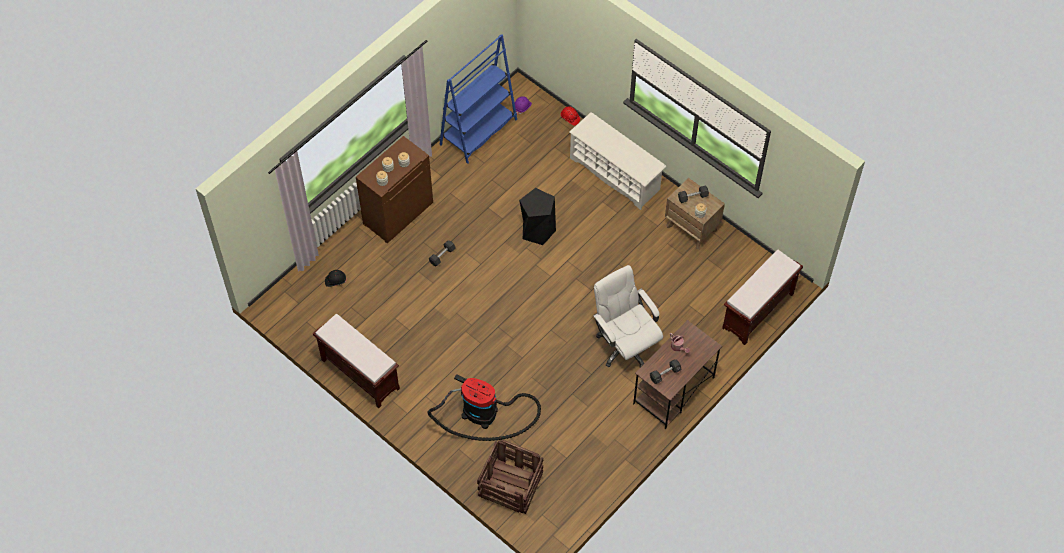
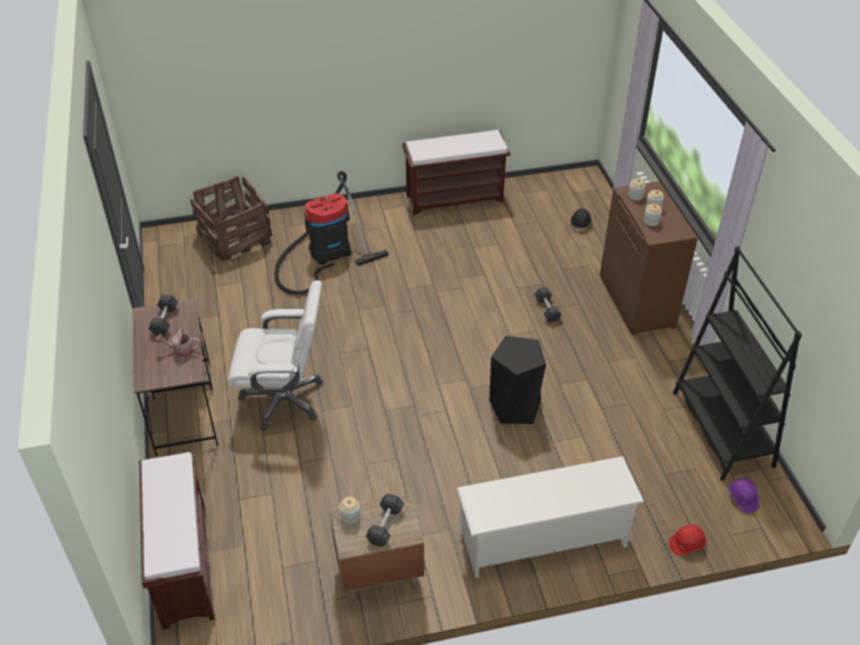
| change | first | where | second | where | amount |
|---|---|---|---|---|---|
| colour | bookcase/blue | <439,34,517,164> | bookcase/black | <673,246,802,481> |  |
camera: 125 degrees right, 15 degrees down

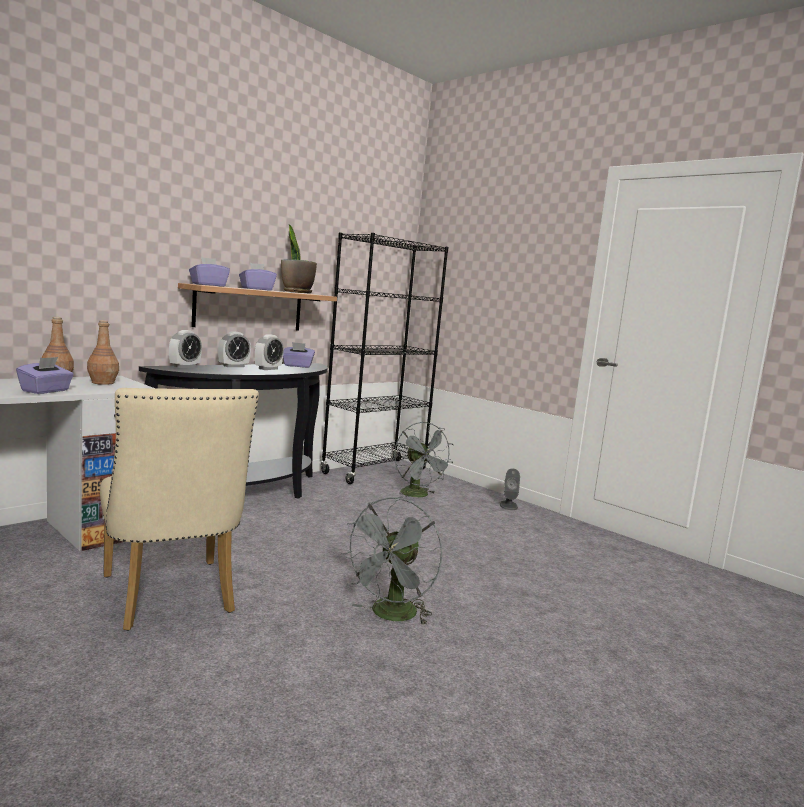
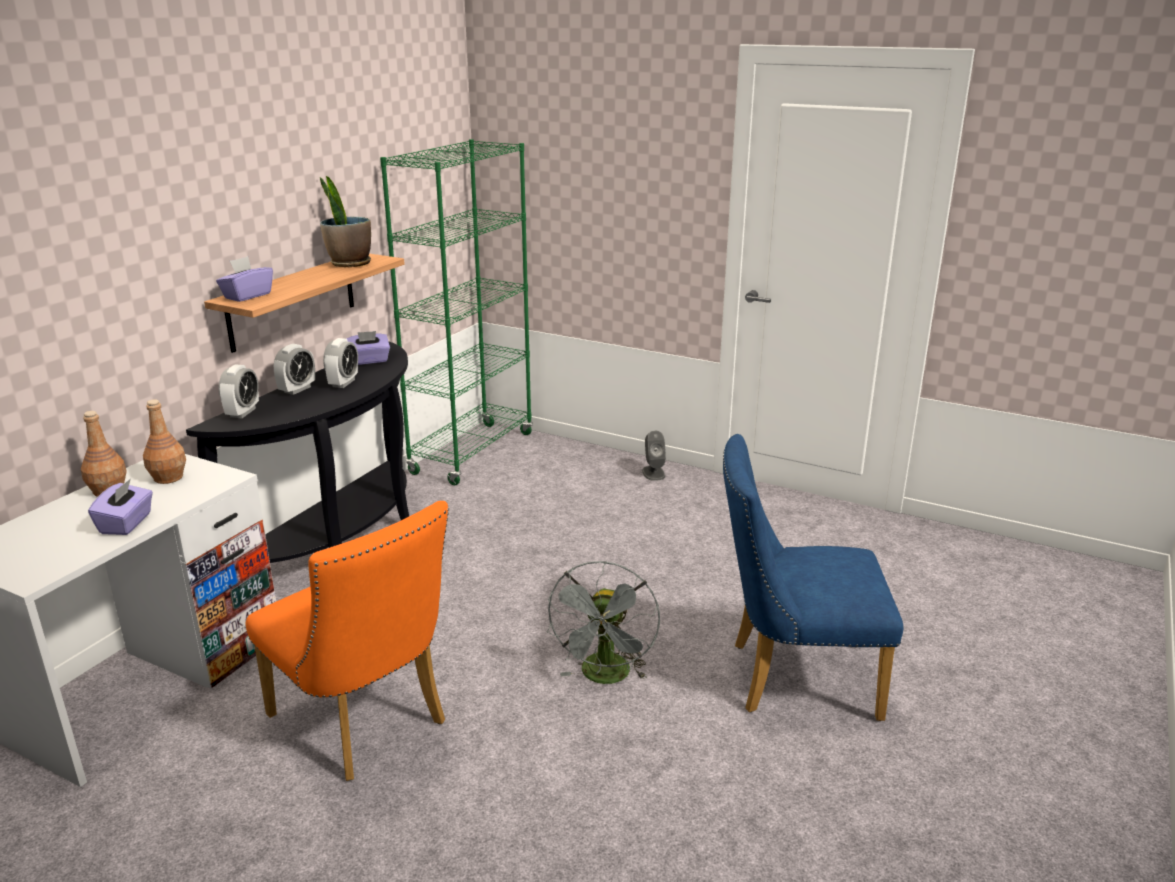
| change | first | where | second | where | amount |
|---|---|---|---|---|---|
| colour | chair/beige | <100,388,259,631> | chair/orange | <246,501,449,781> |  |
| colour | bookcase/black | <321,233,448,484> | bookcase/green | <380,139,533,485> |  |
| appeared |  |  | chair/blue | <723,434,903,721> |  |
| missing | tissue box/purple | <239,263,277,290> |  |  |  |
| missing | fan/grey | <394,422,454,498> |  |  |  |
camera: 15 degrees left, 15 degrees up

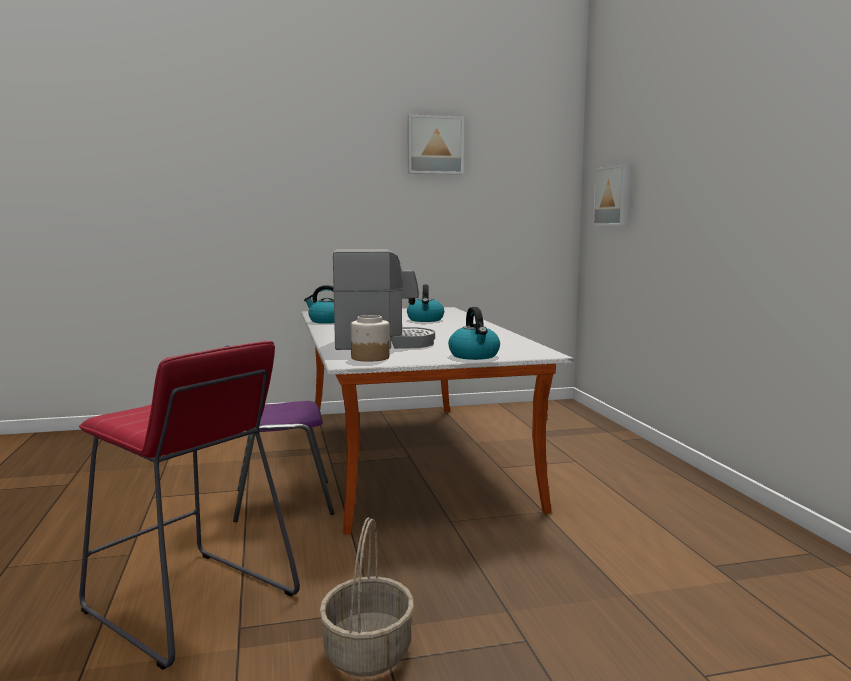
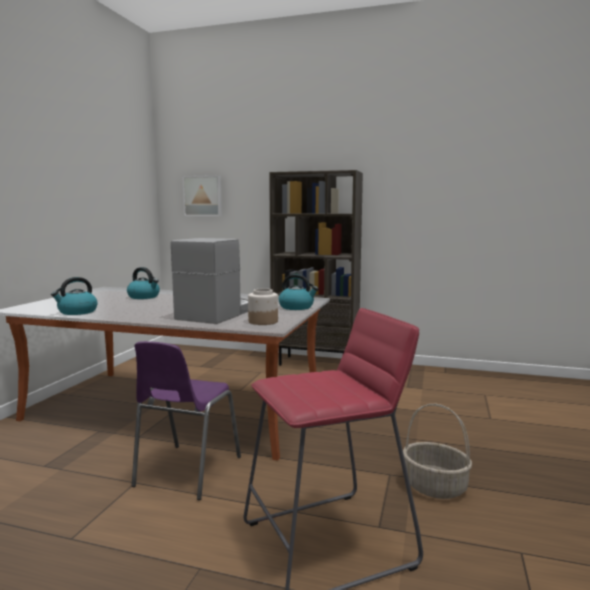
| change | first | where | second | where | amount |
|---|---|---|---|---|---|
| appeared |  |  | bookcase/brown | <269,170,363,366> |  |
| missing | picture | <408,115,464,174> |  |  |  |
camera: 60 degrees left, 0 degrees up

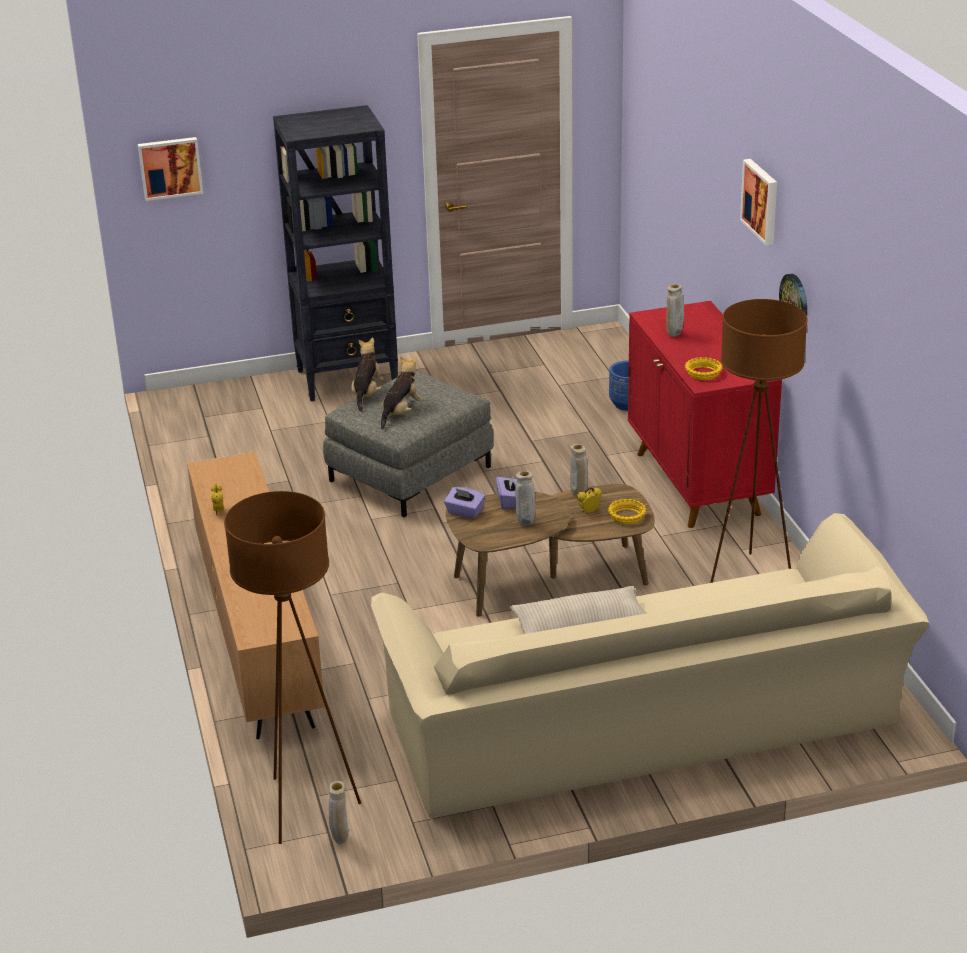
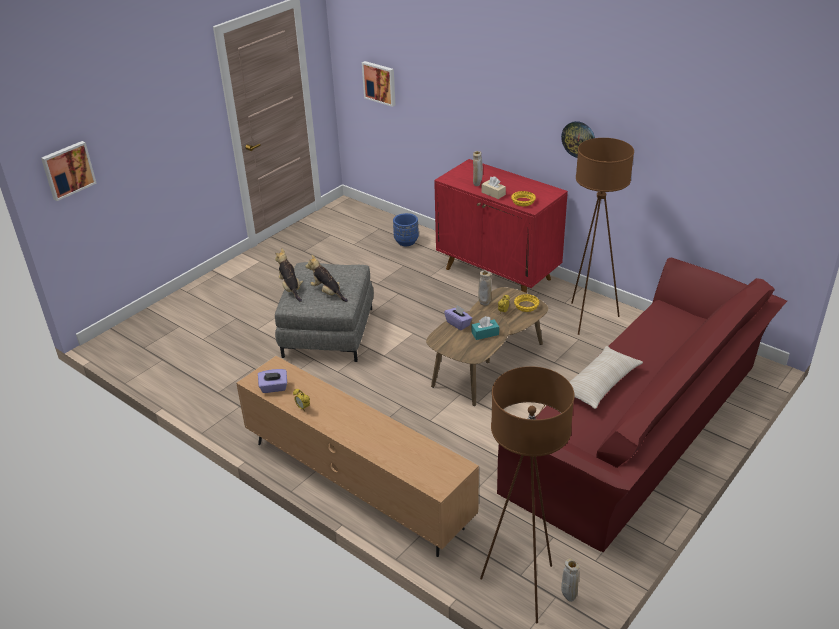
| change | first | where | second | where | amount |
|---|---|---|---|---|---|
| relocated | tissue box/purple | <444,487,485,519> |  | <258,369,287,393> |  |
| spun | plush toy | <381,357,423,429> |  | <305,255,348,302> | 45 degrees counterclockwise |
| relocated | picture | <740,159,777,245> |  | <362,61,395,107> |  |
| exchanged | vase/beige | <515,471,536,525> | tissue box/turquoise | <472,316,499,340> |  |
| appeared |  |  | tissue box/beige | <481,176,506,199> |  |
| colour | sofa/beige | <371,513,929,819> | sofa/red | <497,257,787,552> |  |
| missing | bookcase/black | <273,105,398,401> |  |  |  |
camera: 35 degrees left, 5 degrees up

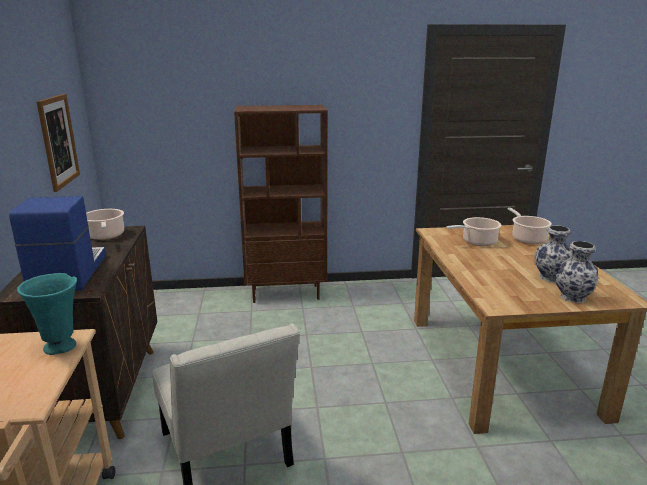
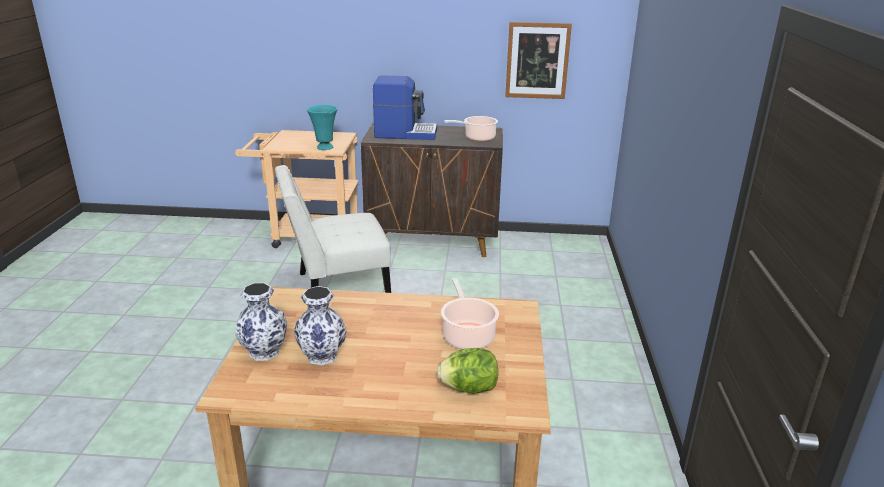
| change | first | where | second | where | amount |
|---|---|---|---|---|---|
| exchanged | cooking pot | <508,208,552,244> | lettuce | <437,348,498,394> |  |
| missing | bookcase/brown | <234,105,328,303> |  |  |  |
camera: 100 degrees right, 5 degrees up

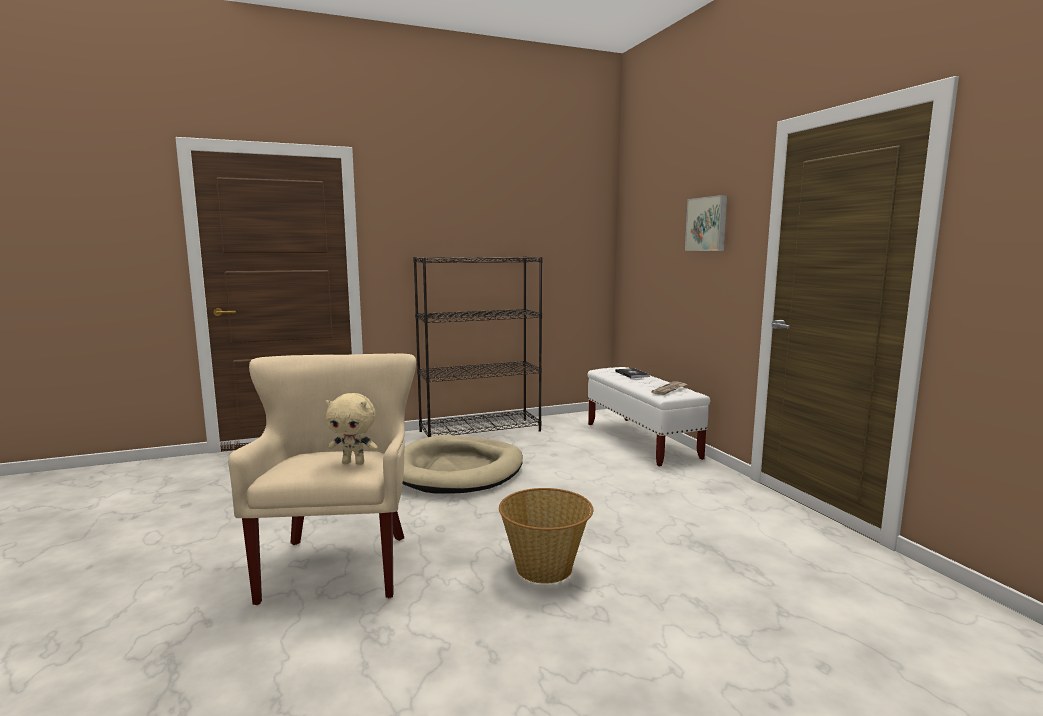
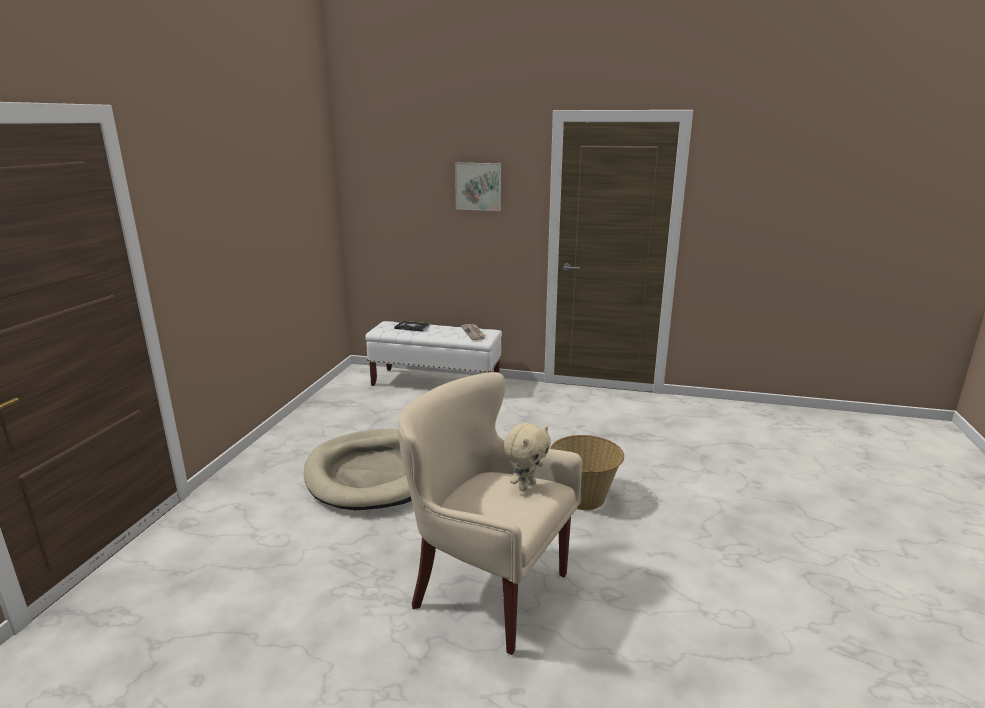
| change | first | where | second | where | amount |
|---|---|---|---|---|---|
| missing | bookcase/black | <413,256,543,437> |  |  |  |
camera: 55 degrees left, 10 degrees up

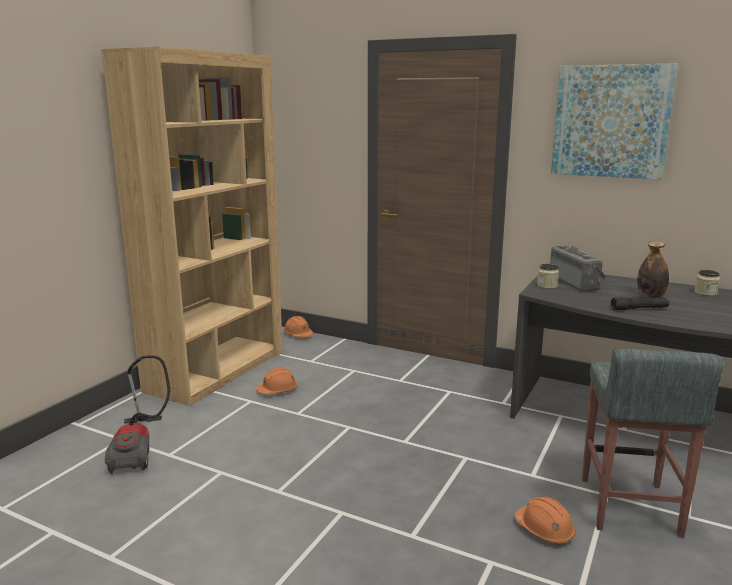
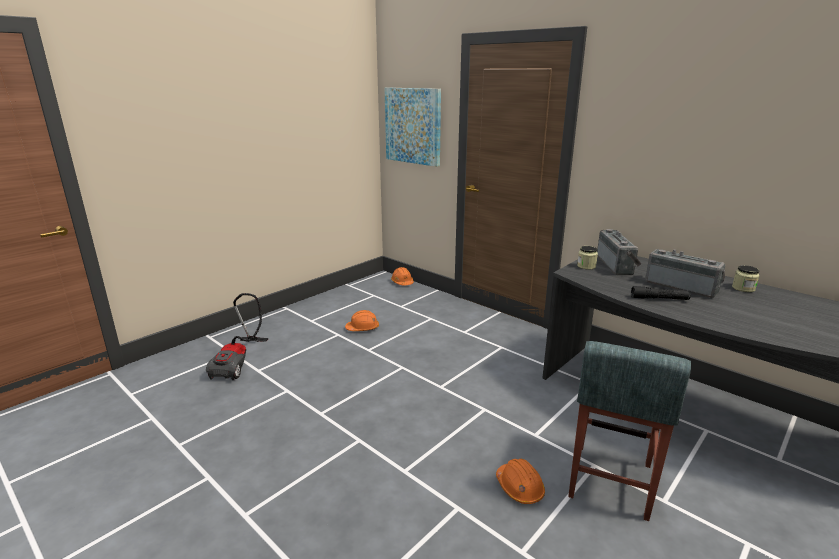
| change | first | where | second | where | amount |
|---|---|---|---|---|---|
| relocated | picture | <551,63,678,180> |  | <385,88,441,167> |  |
| exchanged | bottle | <637,241,669,298> | radio | <645,249,725,298> |  |
| missing | bookcase/brown | <101,46,283,406> |  |  |  |
camera: 15 degrees right, 5 degrees up

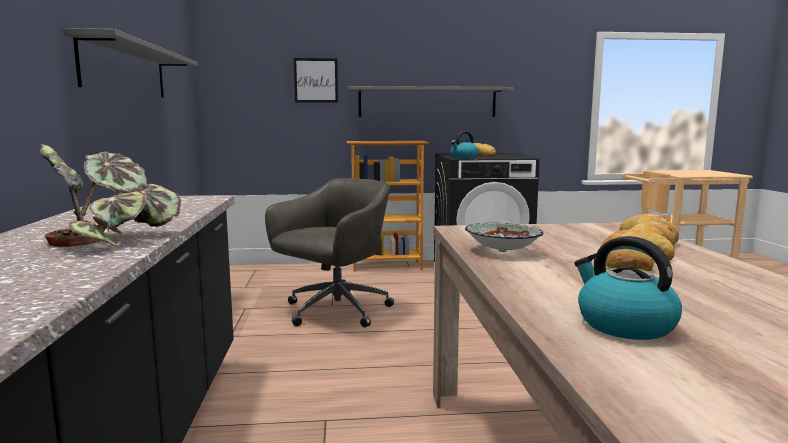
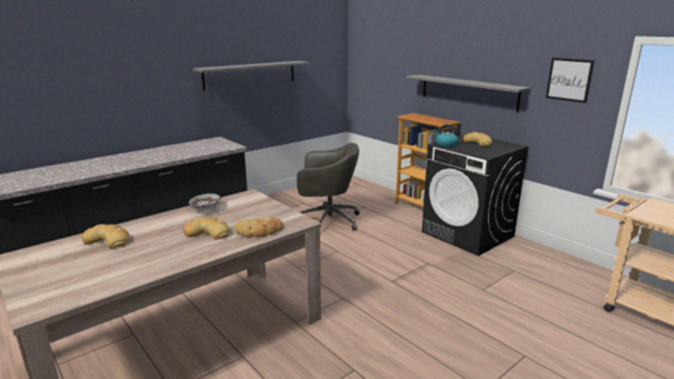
| change | first | where | second | where | amount |
|---|---|---|---|---|---|
| exchanged | kettle | <575,236,682,340> | bread | <82,224,129,248> |  |
| relocated | picture | <294,58,338,103> |  | <546,58,594,103> |  |
| missing | potted plant | <40,144,181,247> |  |  |  |
camera: 55 degrees right, 10 degrees up

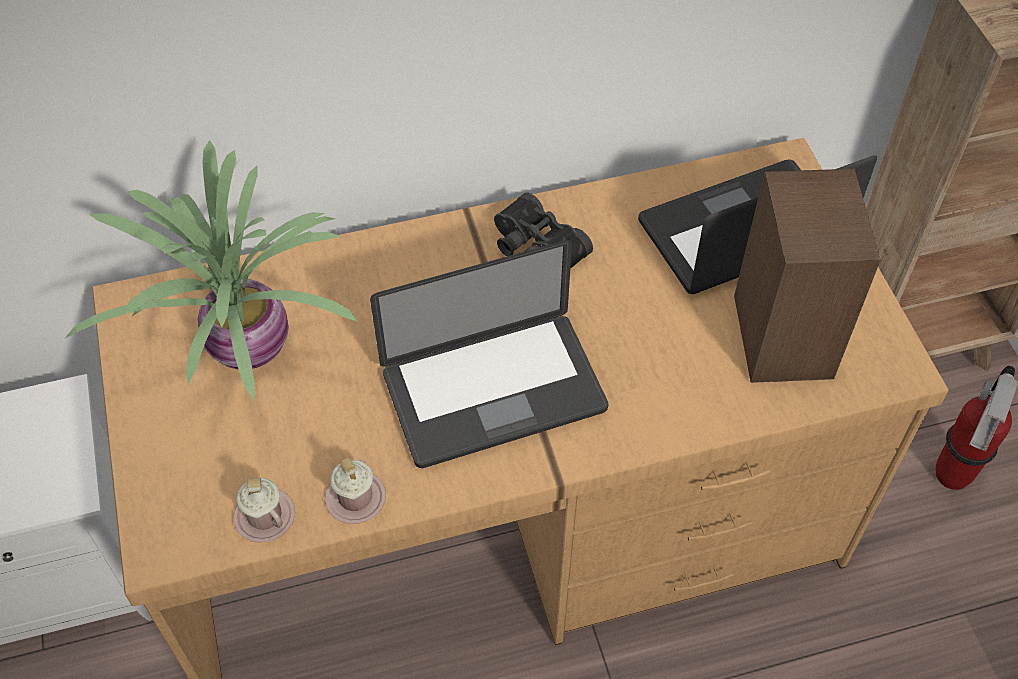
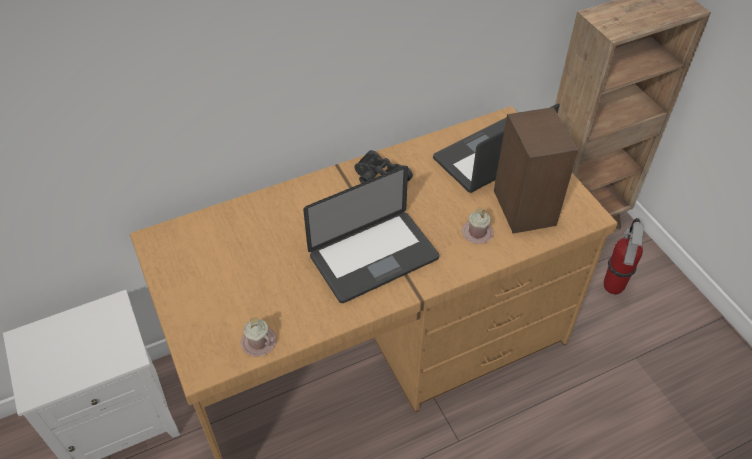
| change | first | where | second | where | amount |
|---|---|---|---|---|---|
| relocated | mug/pink | <325,458,386,524> |  | <462,207,494,244> |  |
| missing | potted plant | <64,140,358,401> |  |  |  |
camera: 10 degrees left, 5 degrees down

